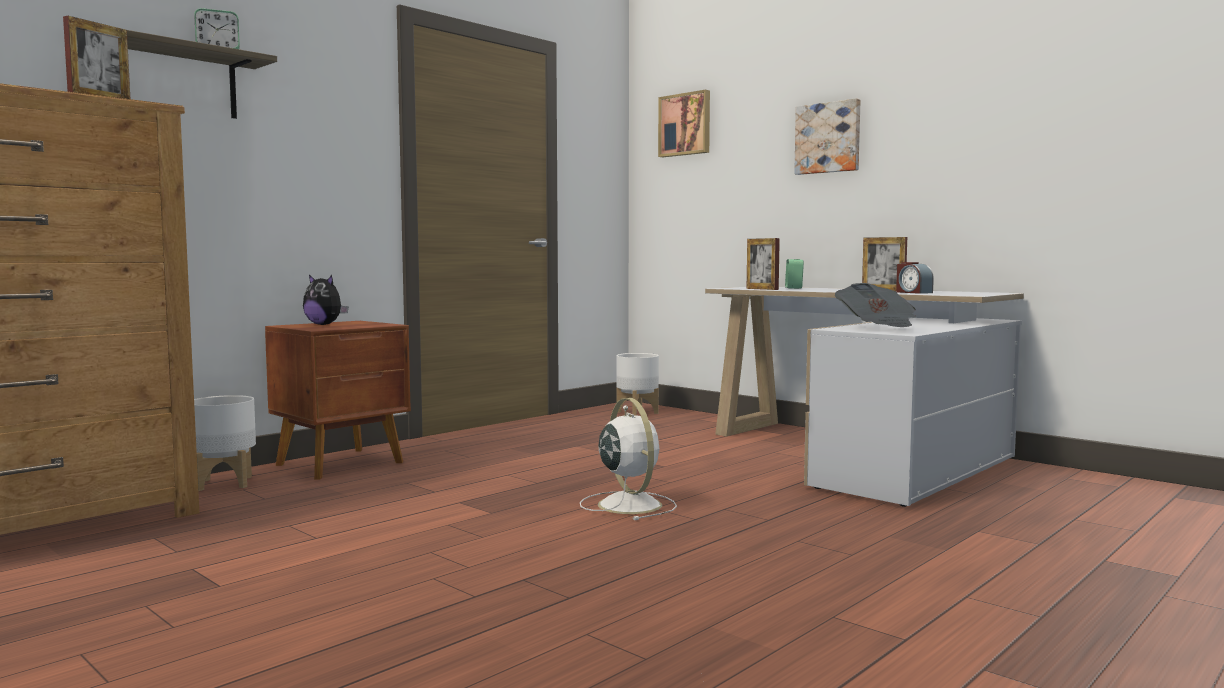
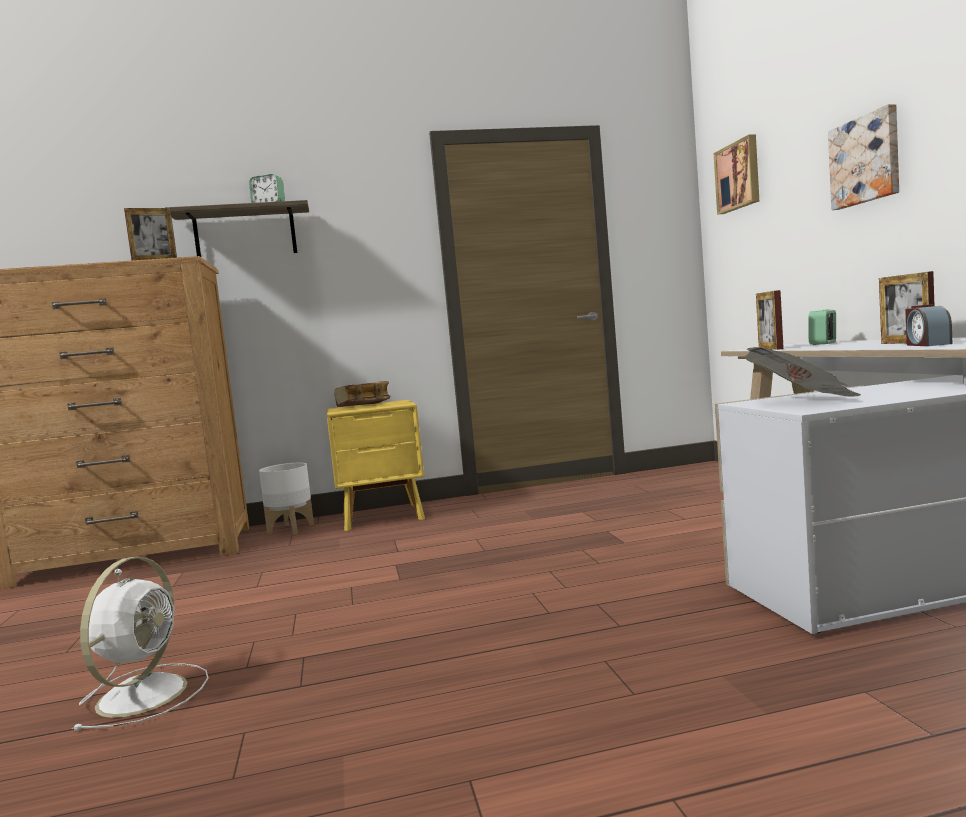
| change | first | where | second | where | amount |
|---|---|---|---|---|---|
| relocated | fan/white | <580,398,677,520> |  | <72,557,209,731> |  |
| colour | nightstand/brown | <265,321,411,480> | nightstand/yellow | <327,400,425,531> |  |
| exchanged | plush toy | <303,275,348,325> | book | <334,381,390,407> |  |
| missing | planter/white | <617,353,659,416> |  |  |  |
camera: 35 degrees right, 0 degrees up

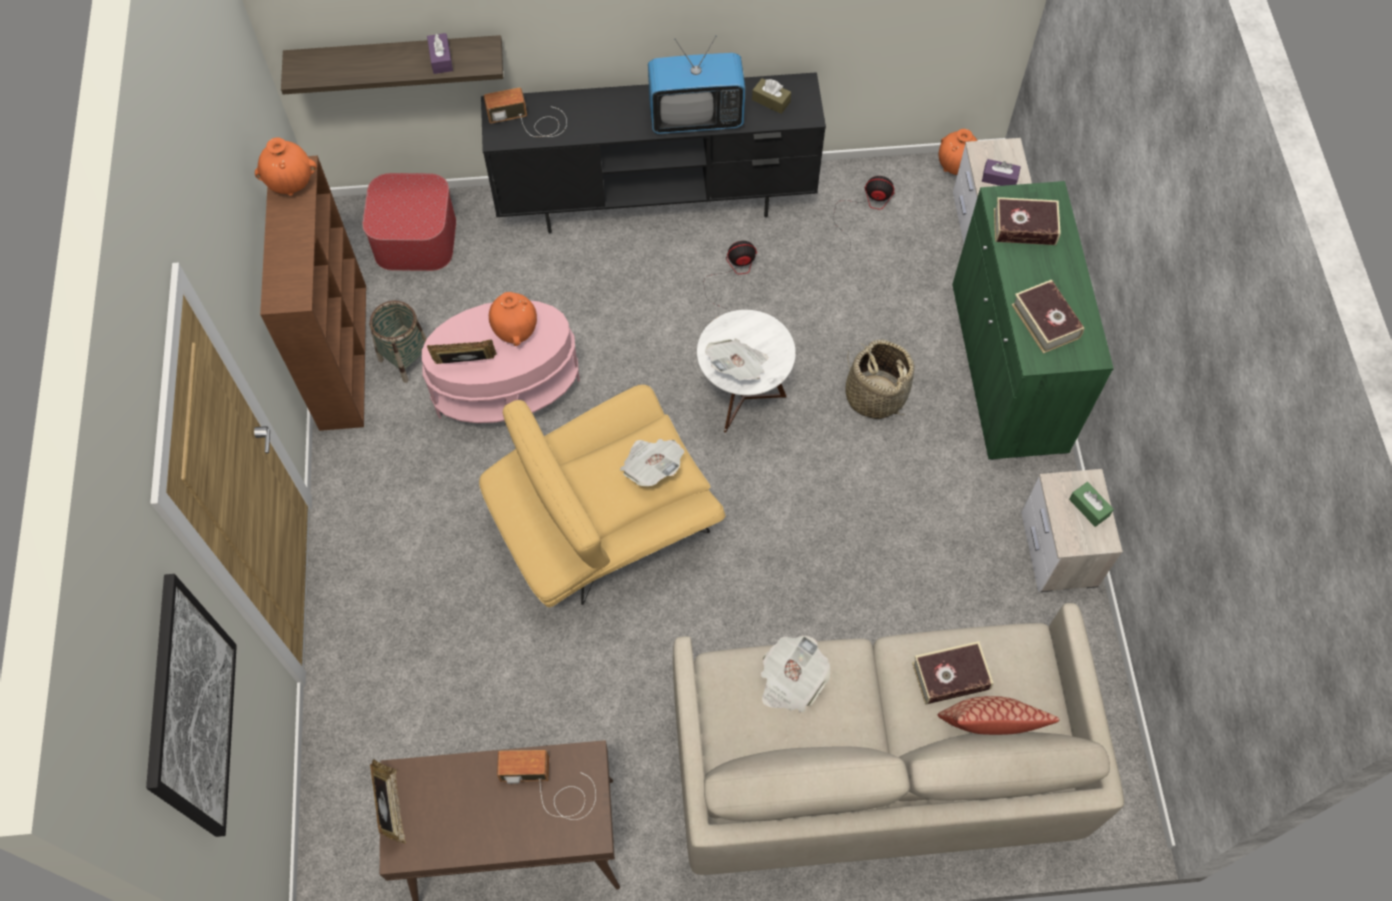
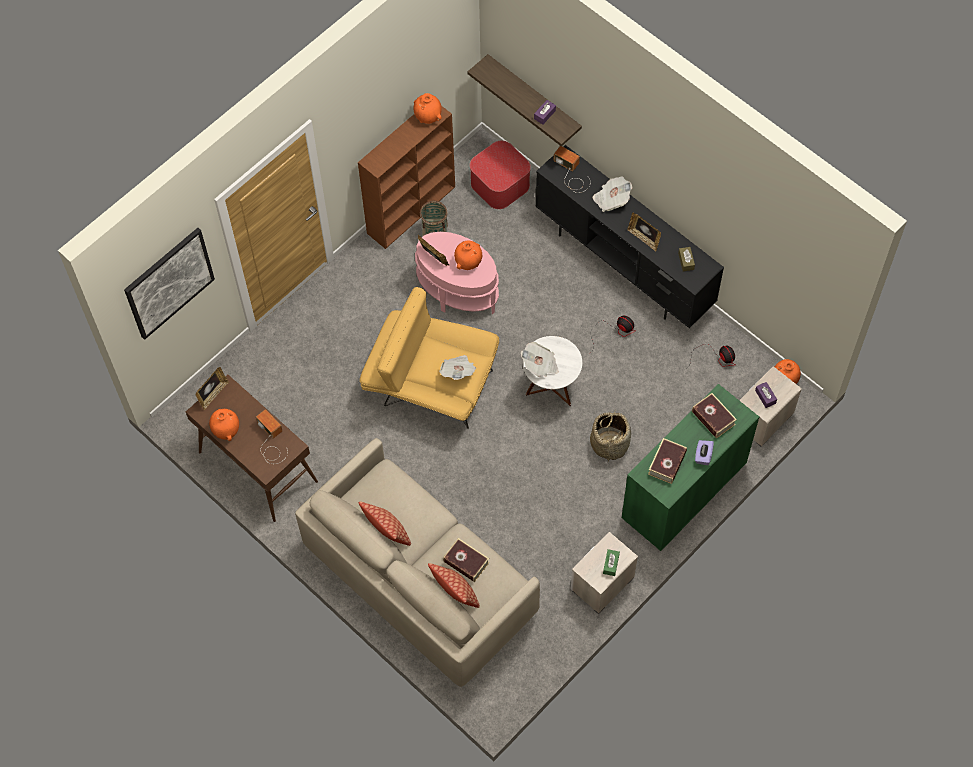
| change | first | where | second | where | amount |
|---|---|---|---|---|---|
| appeared |  |  | vase/orange | <209,409,239,441> |  |
| appeared |  |  | pillow | <359,502,411,546> |  |
| relocated | newspaper | <761,636,831,712> |  | <593,176,633,212> |  |
| exchanged | television | <648,35,745,134> | picture frame | <627,213,661,252> |  |
| appeared |  |  | tissue box/purple | <695,440,714,465> |  |
camera: 50 degrees right, 0 degrees up

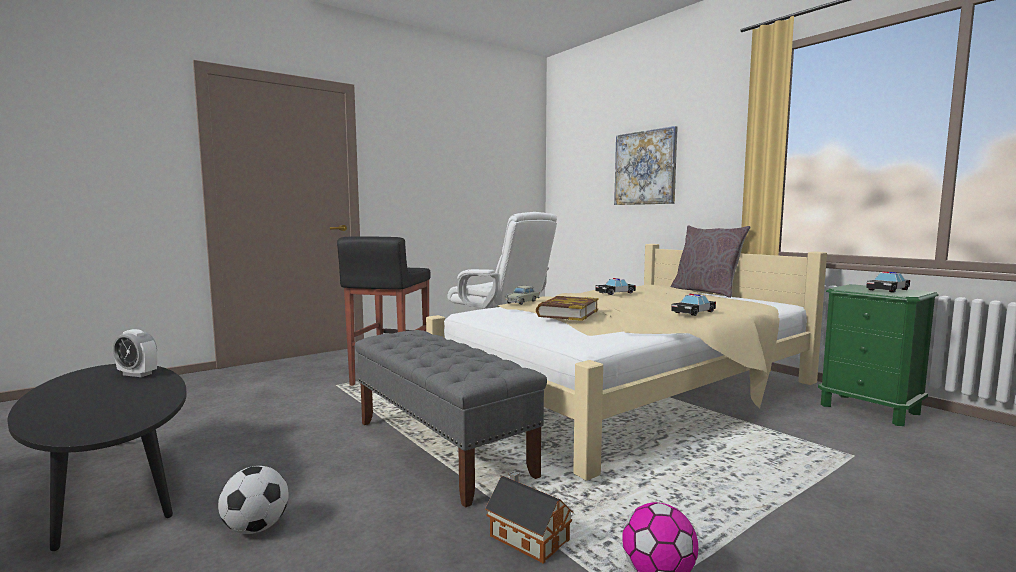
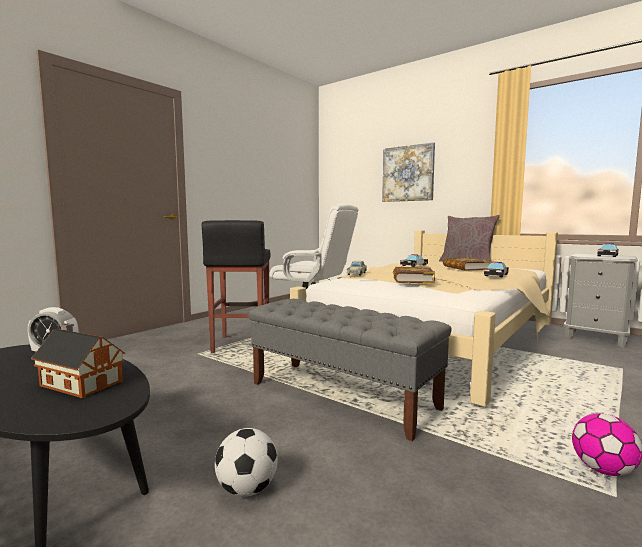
| change | first | where | second | where | amount |
|---|---|---|---|---|---|
| relocated | toy house | <485,471,573,564> |  | <31,323,125,398> |  |
| appeared |  |  | book | <443,258,492,271> |  |
| colour | nightstand/green | <818,284,939,426> | nightstand/grey | <563,254,638,347> |  |
camera: 15 degrees left, 0 degrees up

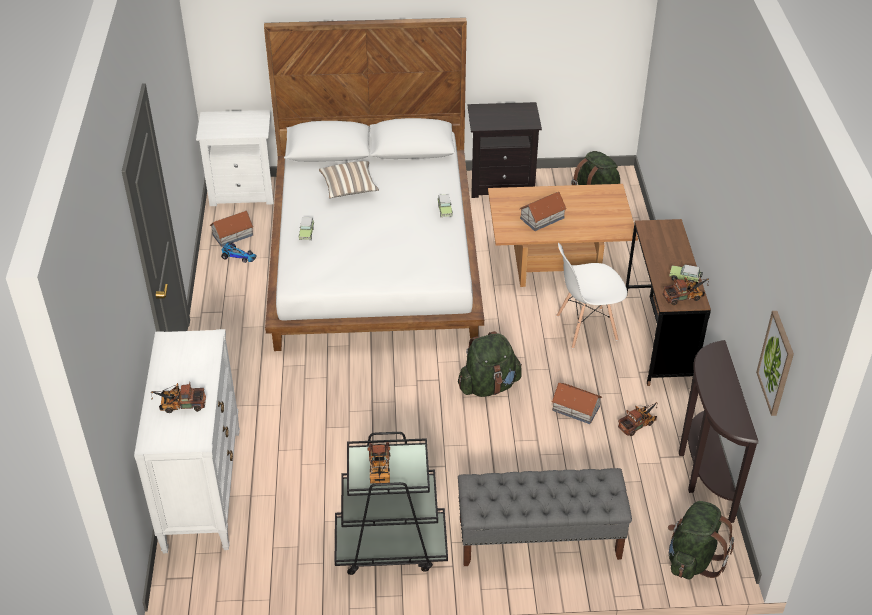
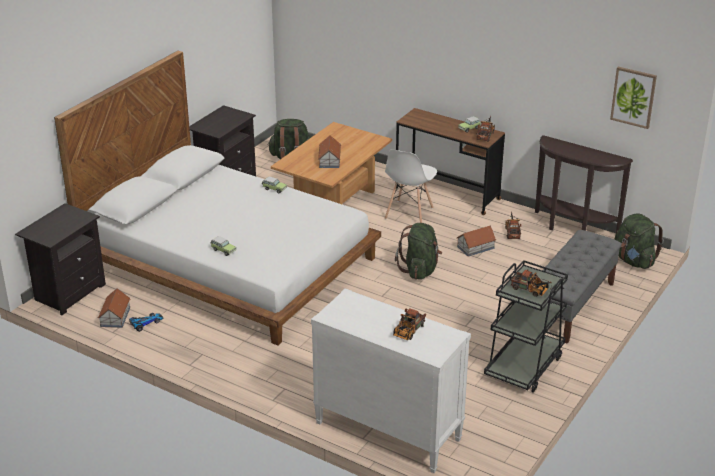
| change | first | where | second | where | amount |
|---|---|---|---|---|---|
| colour | nightstand/white | <196,110,274,206> | nightstand/black | <15,203,106,315> |  |
| missing | pillow | <319,161,379,198> |  |  |  |
camera: 55 degrees left, 10 degrees down

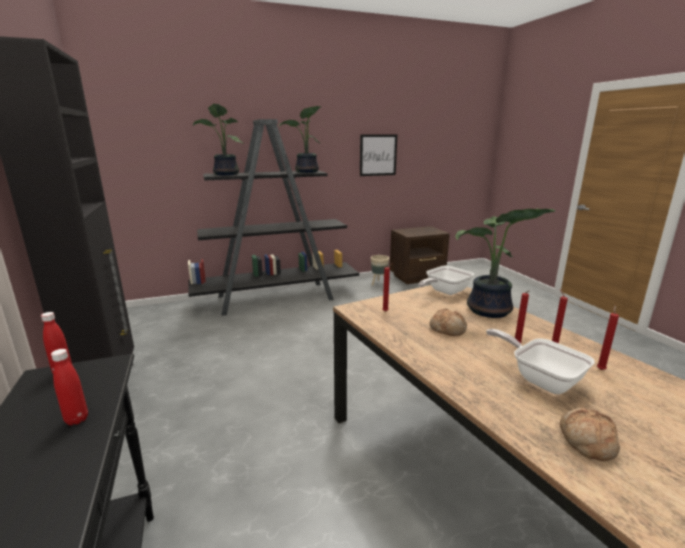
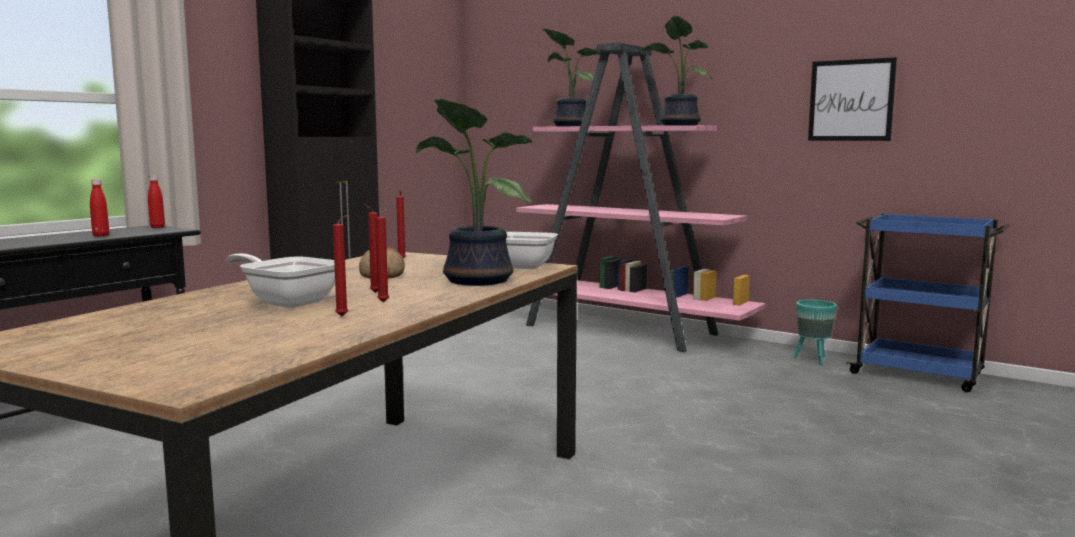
| change | first | where | second | where | amount |
|---|---|---|---|---|---|
| spun | frying pan | <486,329,595,394> |  | <226,253,335,308> | 75 degrees counterclockwise |
| colour | bookcase/black | <188,119,359,316> | bookcase/pink | <516,42,766,352> |  |
| colour | planter/beige | <371,255,389,286> | planter/turquoise | <793,300,837,365> |  |
| exchanged | nightstand/brown | <390,226,450,284> | cart/blue | <846,213,1010,392> |  |
| missing | bread | <560,408,620,461> |  |  |  |
camera: 55 degrees right, 10 degrees down

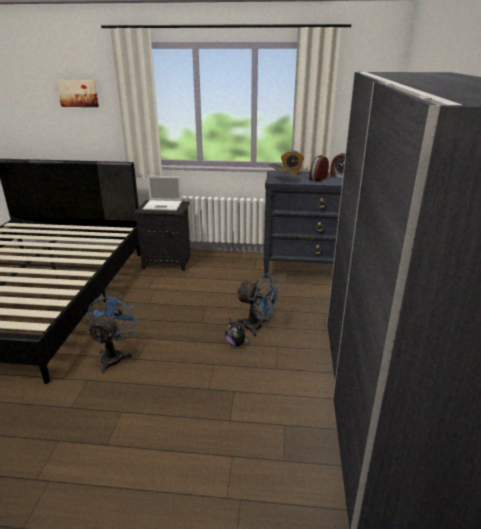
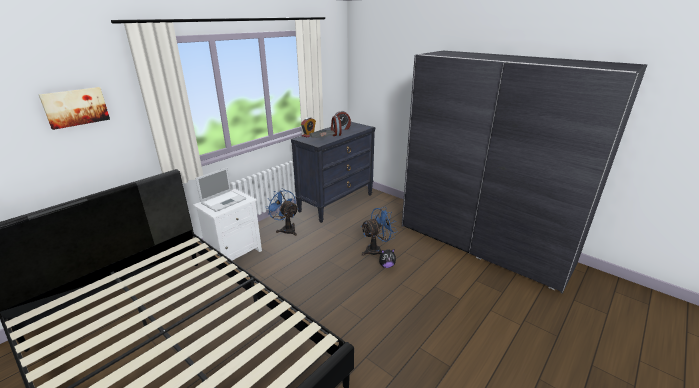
| change | first | where | second | where | amount |
|---|---|---|---|---|---|
| colour | nightstand/black | <134,200,191,271> | nightstand/white | <193,189,262,261> |  |
| relocated | fan/blue | <87,292,139,373> |  | <265,189,298,236> |  |
camera: 55 degrees left, 0 degrees up

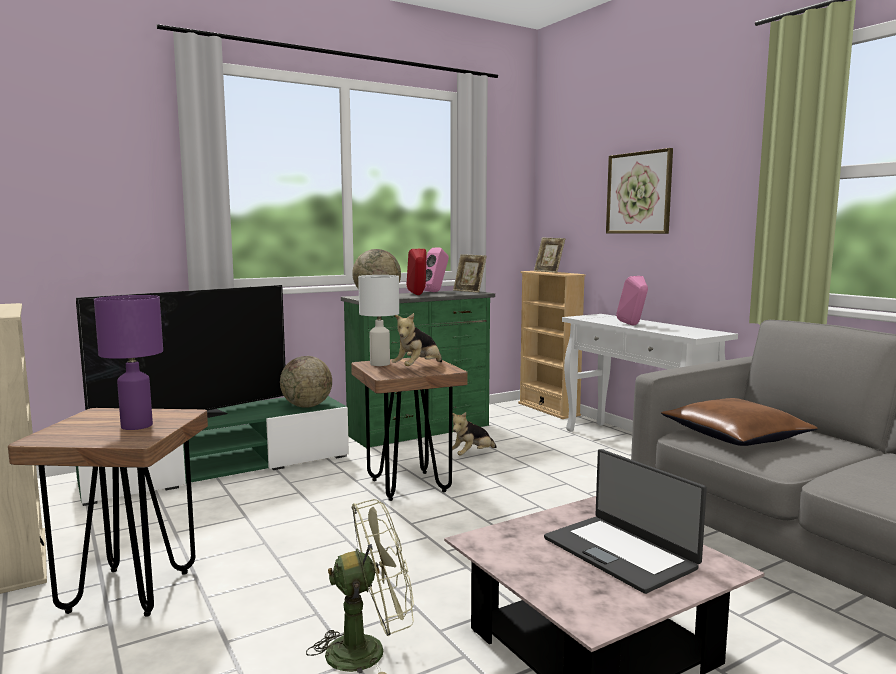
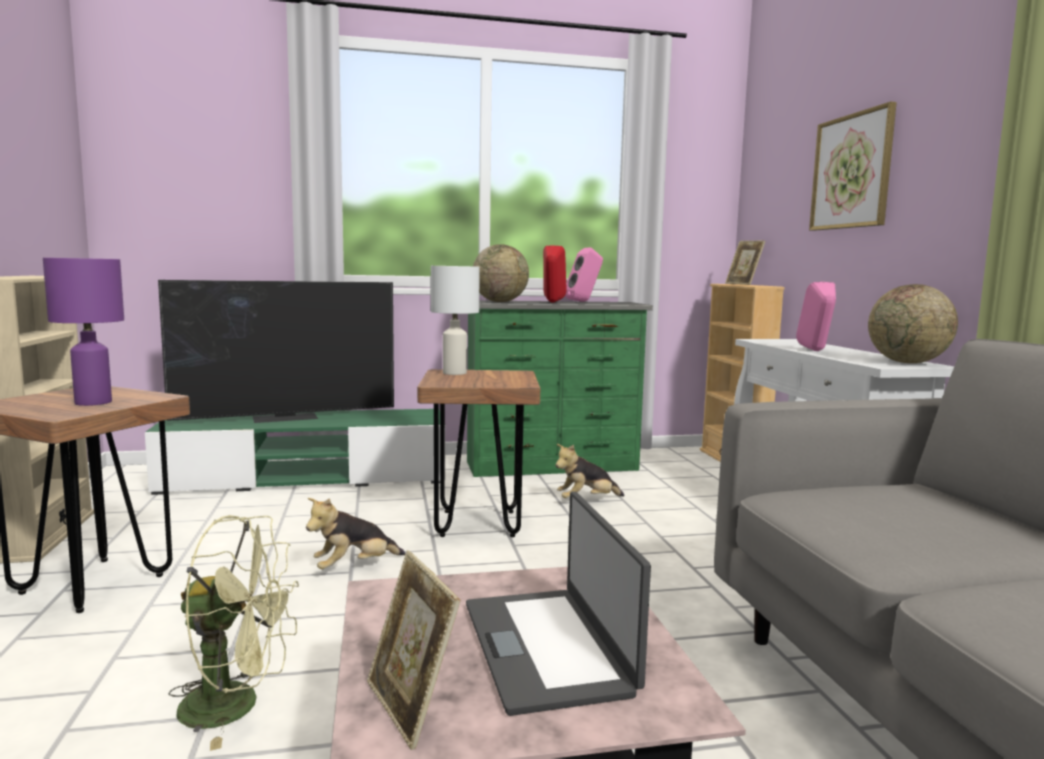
| change | first | where | second | where | amount |
|---|---|---|---|---|---|
| relocated | plush toy | <392,313,442,366> |  | <306,498,406,569> |  |
| relocated | picture frame | <453,254,487,293> |  | <367,550,460,750> |  |
| relocated | globe | <280,356,332,408> |  | <868,284,958,363> |  |
| missing | pillow/brown | <661,398,818,446> |  |  |  |
camera: 20 degrees right, 0 degrees up

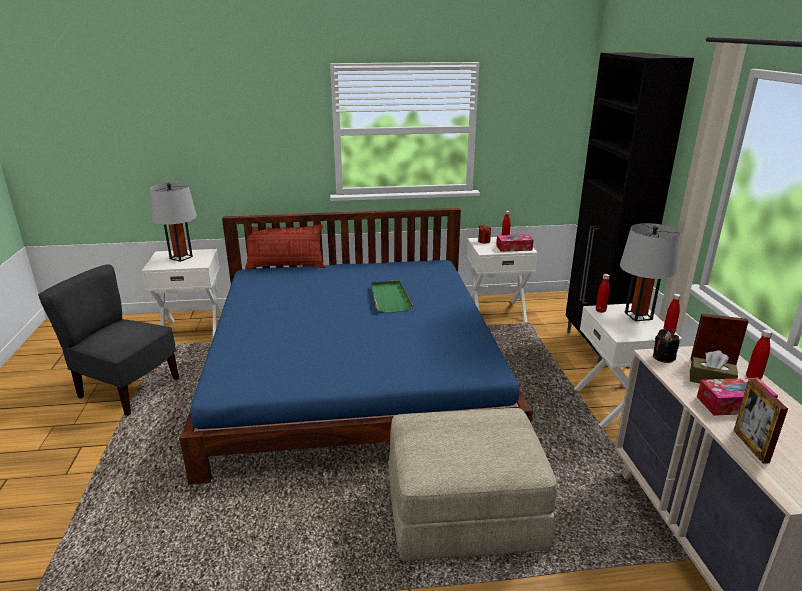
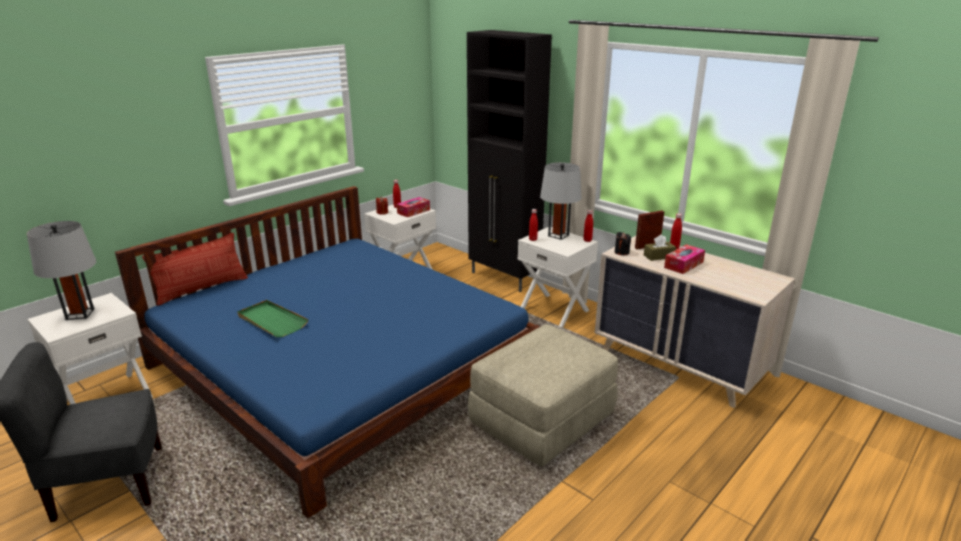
| change | first | where | second | where | amount |
|---|---|---|---|---|---|
| relocated | tray/green | <371,280,413,313> |  | <237,300,308,337> |  |
| missing | picture frame | <734,379,788,464> |  |  |  |
camera: 40 degrees left, 0 degrees up

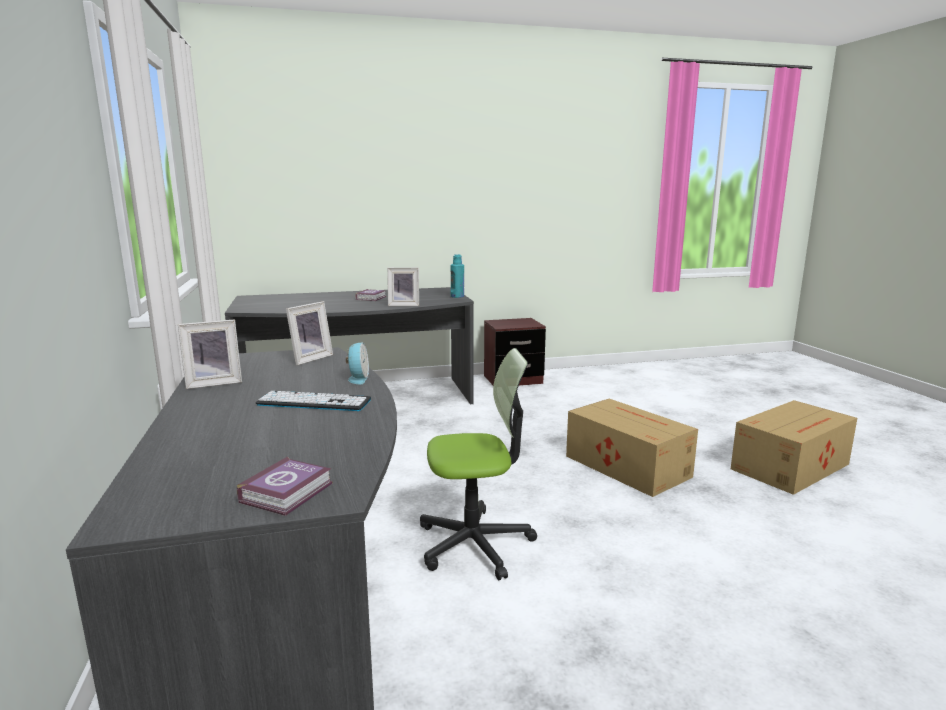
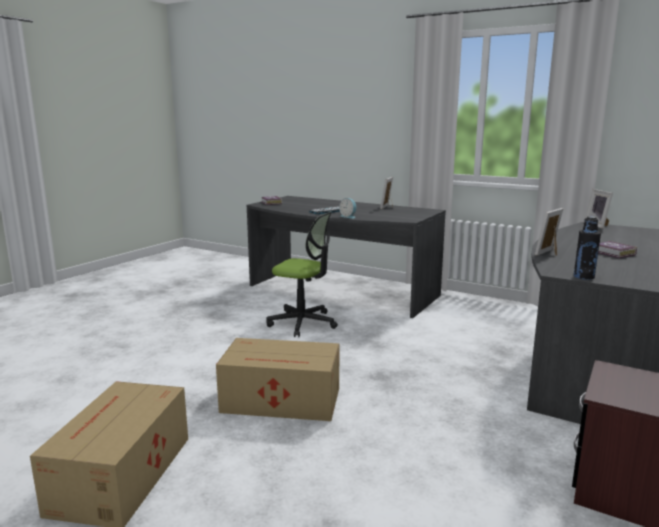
| change | first | where | second | where | amount |
|---|---|---|---|---|---|
| spun | office chair | <420,348,537,580> |  | <266,211,338,337> | 105 degrees counterclockwise |
| colour | bottle/turquoise | <451,254,464,298> | bottle/black | <574,216,601,280> |  |
| relocated | picture frame | <286,301,333,365> |  | <585,189,613,229> |  |
camera: 135 degrees right, 0 degrees up

